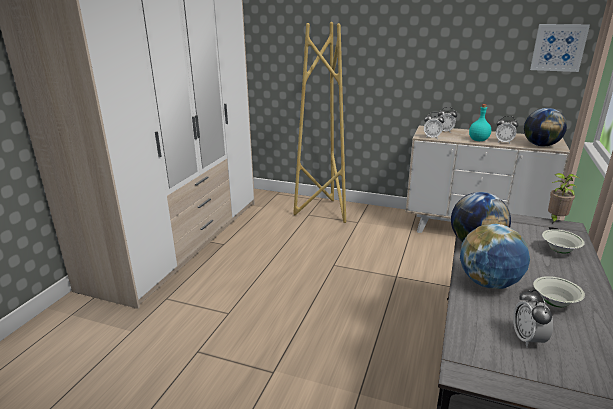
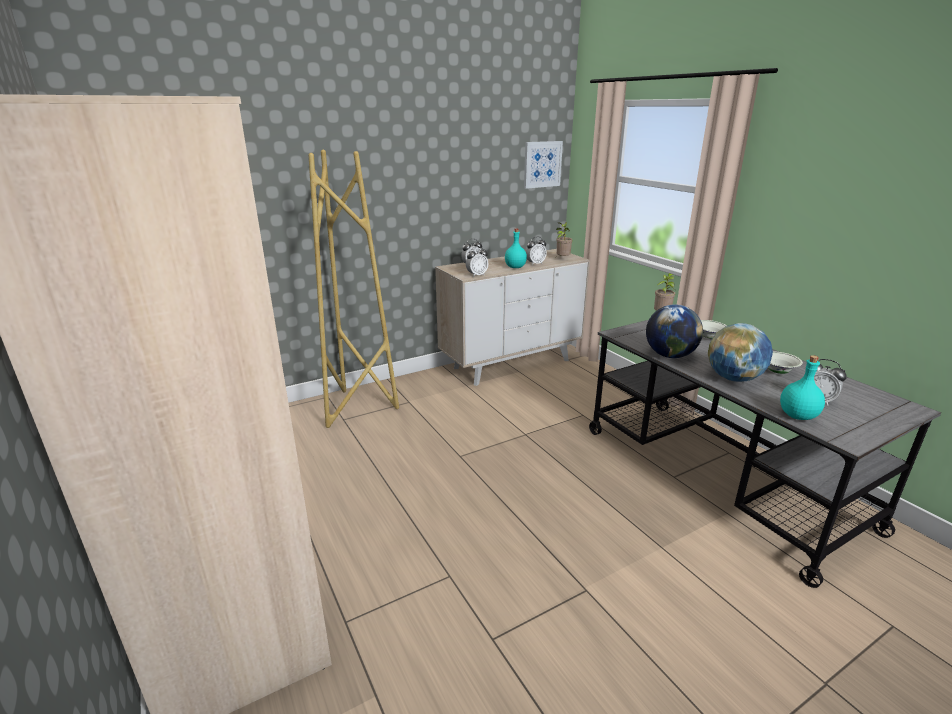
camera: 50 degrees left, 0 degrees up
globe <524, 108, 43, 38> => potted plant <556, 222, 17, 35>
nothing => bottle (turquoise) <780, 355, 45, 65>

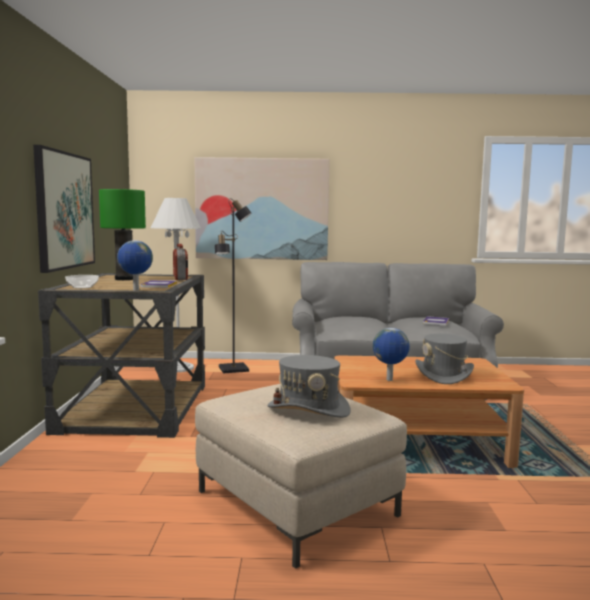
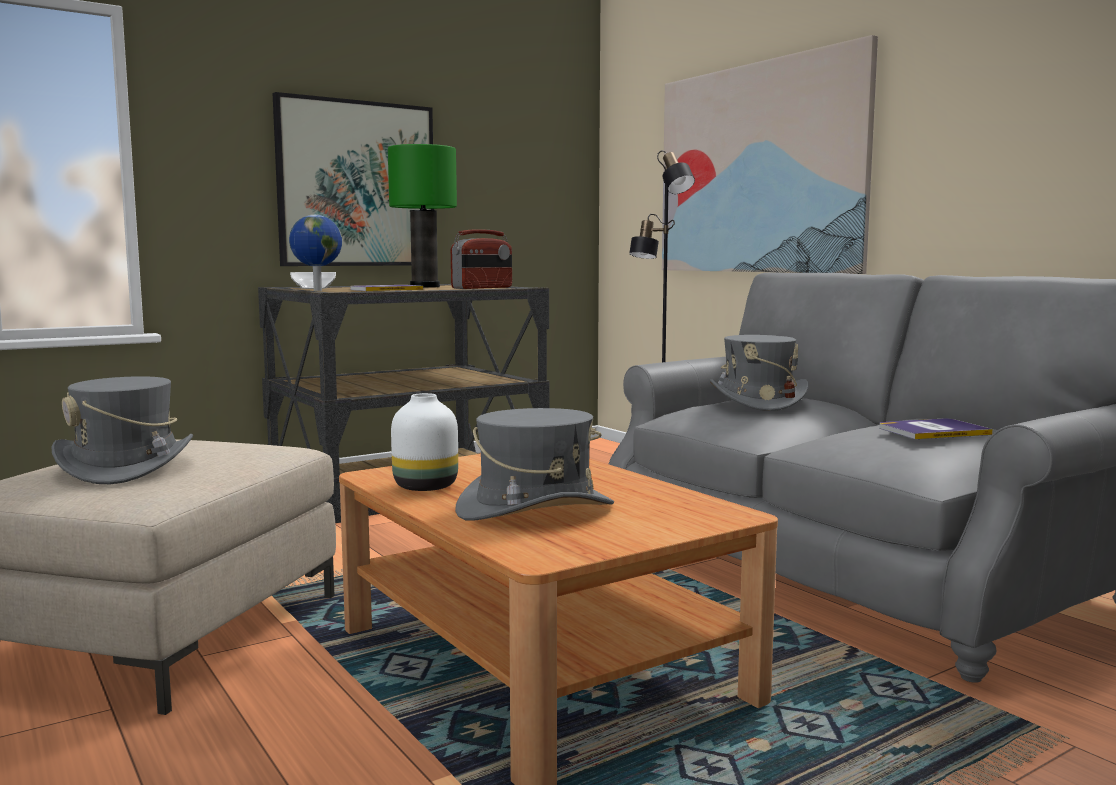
camera: 55 degrees right, 0 degrees up
floor lamp (white) <151, 198, 50, 174> => nothing
globe <373, 328, 37, 53> => vase (white) <391, 393, 67, 98>
nothing => hat (grey) <710, 335, 99, 76>

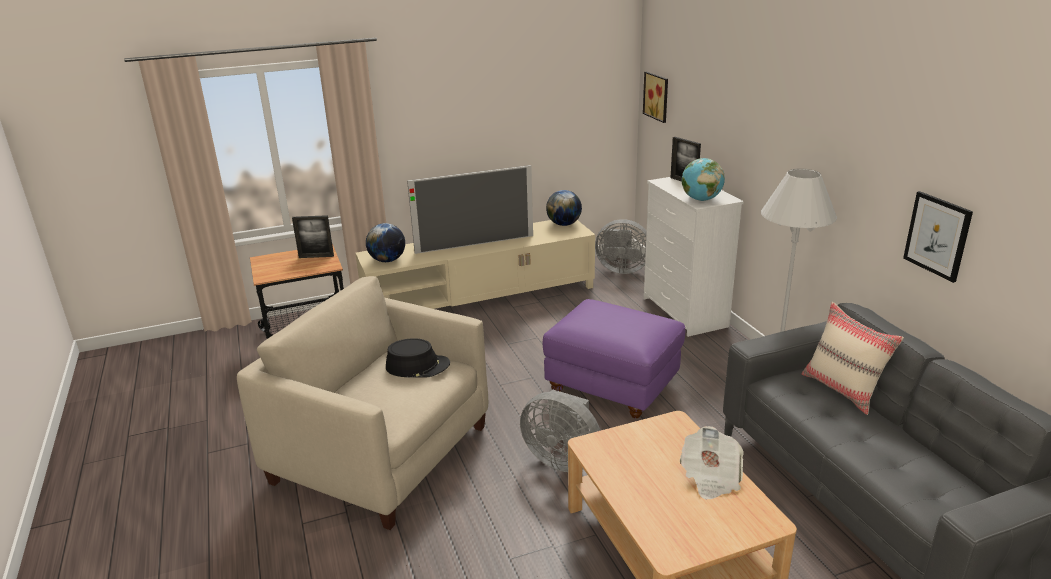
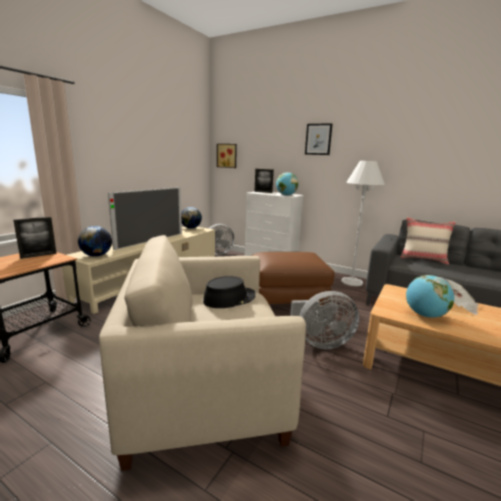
camera: 40 degrees left, 10 degrees down
ottoman (purple) <543, 299, 142, 119> => ottoman (brown) <252, 252, 82, 53>
picture <903, 191, 70, 92> => picture <305, 123, 28, 32>, move
nothing => globe <406, 275, 48, 43>

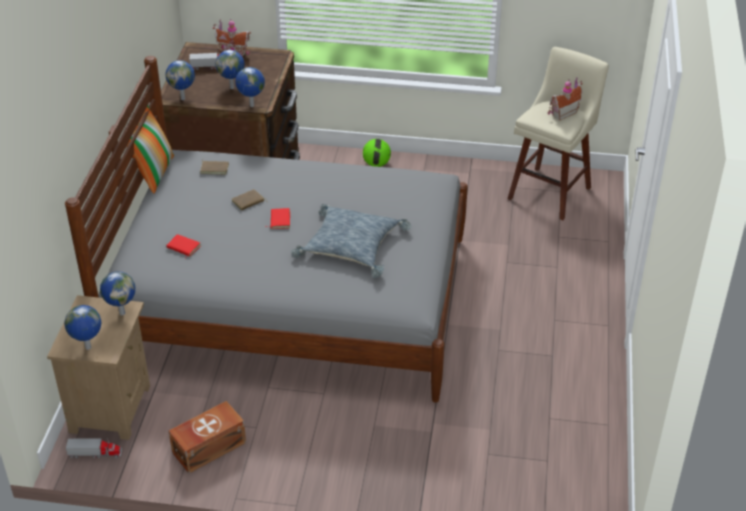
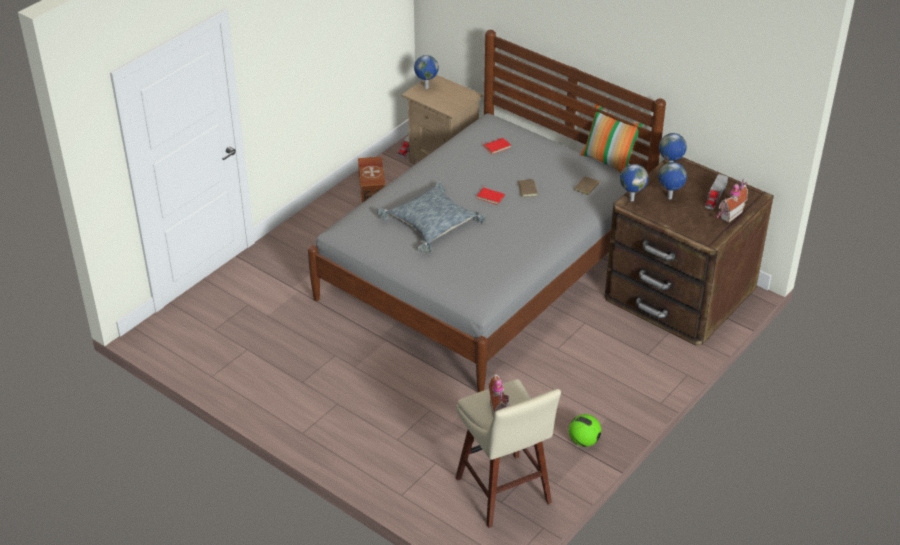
camera: 120 degrees right, 0 degrees up
globe <100, 271, 35, 44> => nothing
football <363, 139, 28, 28> => football <569, 414, 32, 33>, move

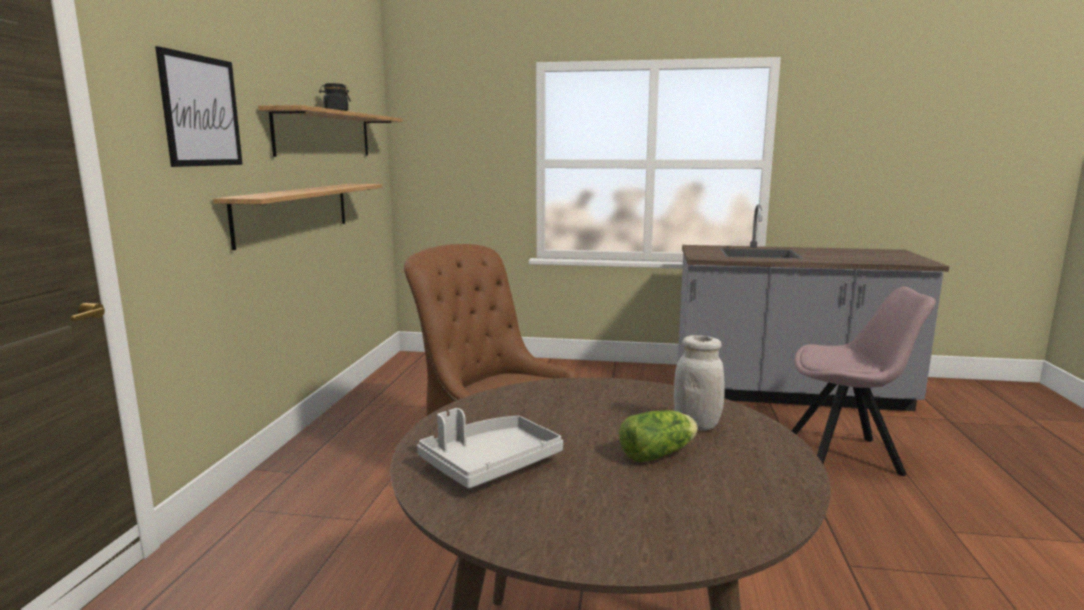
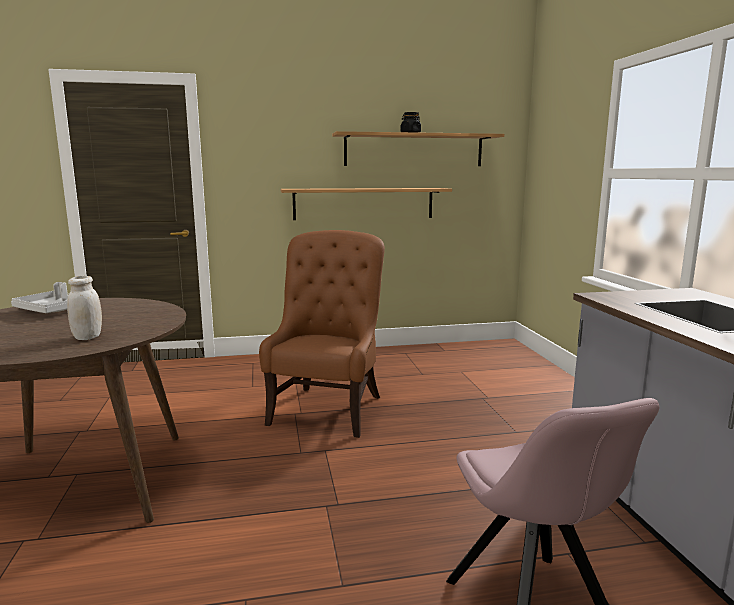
camera: 70 degrees right, 0 degrees up
picture <155, 46, 88, 121> => nothing
lettuce <619, 410, 79, 52> => nothing

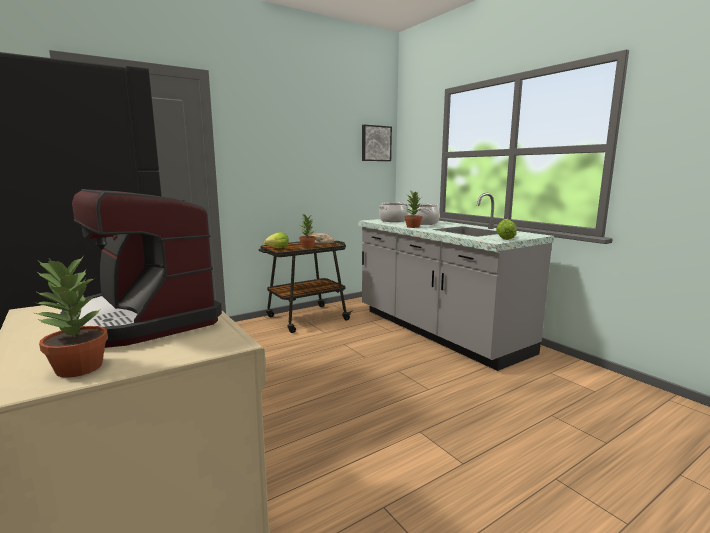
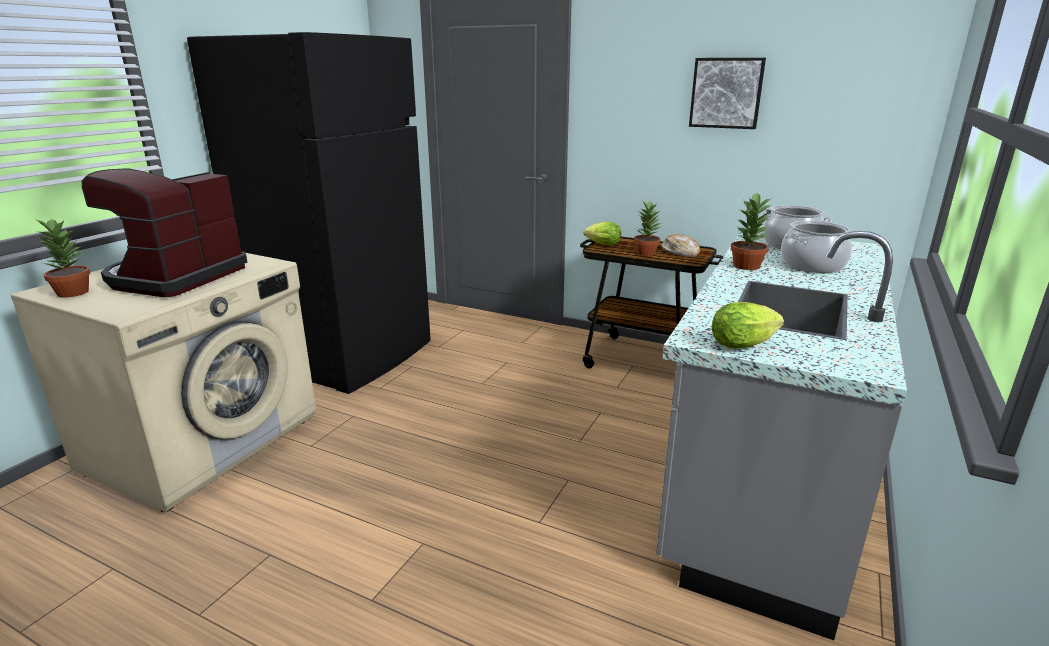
camera: 60 degrees right, 10 degrees up
picture <362, 125, 30, 36> => picture <689, 58, 77, 71>, move

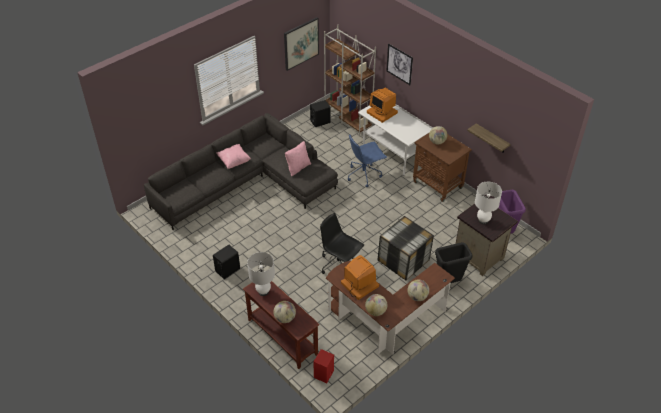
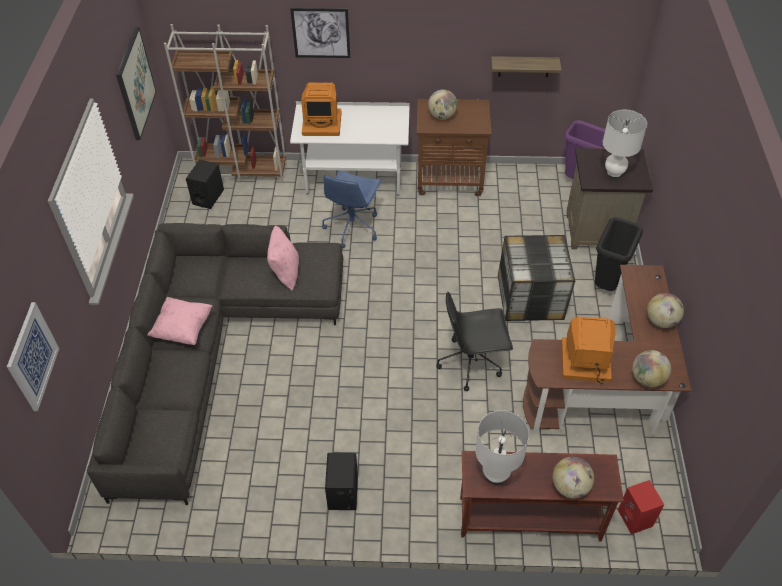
camera: 45 degrees left, 5 degrees up
nothing => picture <7, 302, 52, 109>

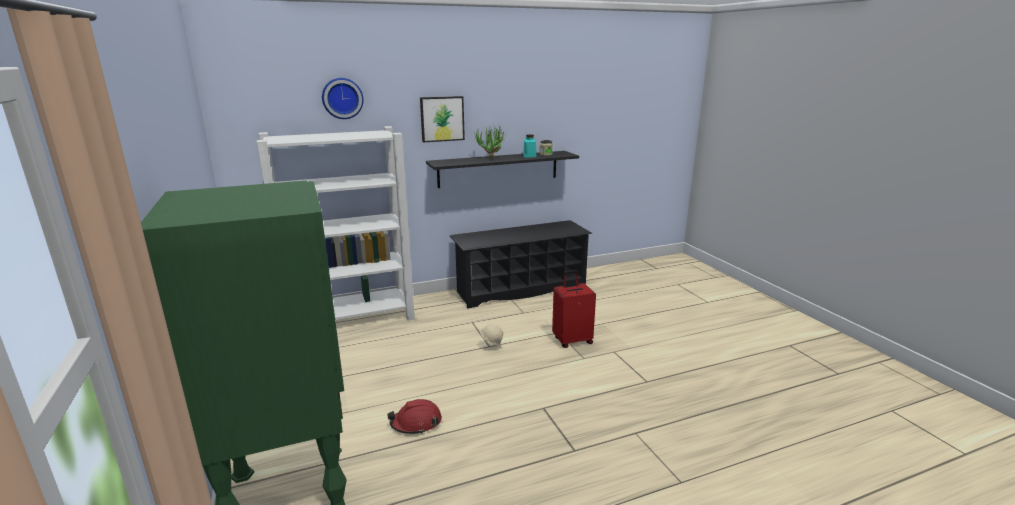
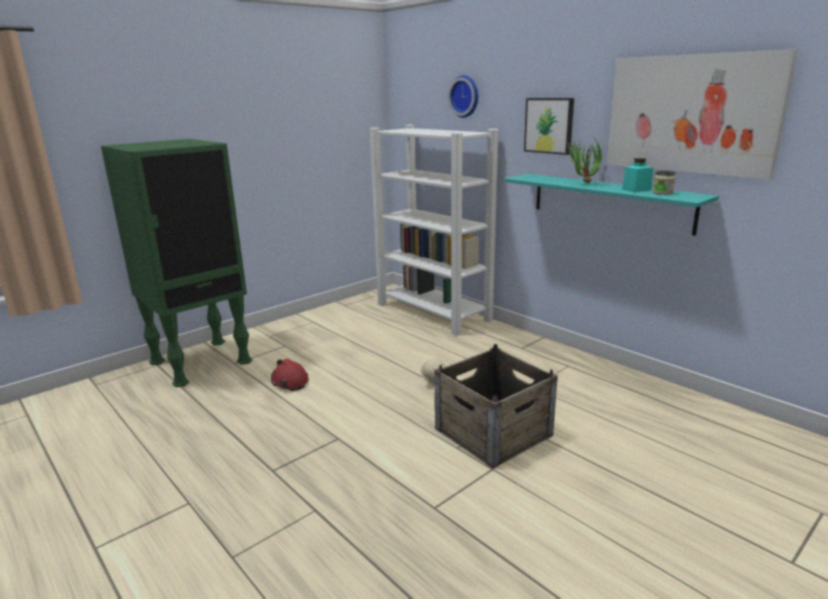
camera: 70 degrees right, 0 degrees up
shelf (black) <426, 151, 153, 37> => shelf (turquoise) <504, 174, 215, 62>
shoe rack (black) <450, 220, 142, 89> => nothing
suitcase (red) <552, 270, 44, 78> => crate <434, 344, 124, 125>
nothing => picture <607, 49, 191, 130>

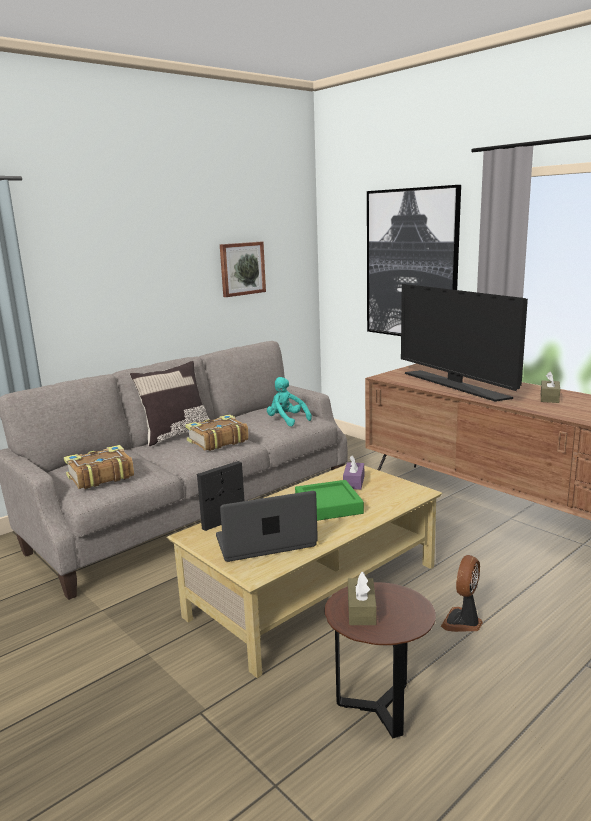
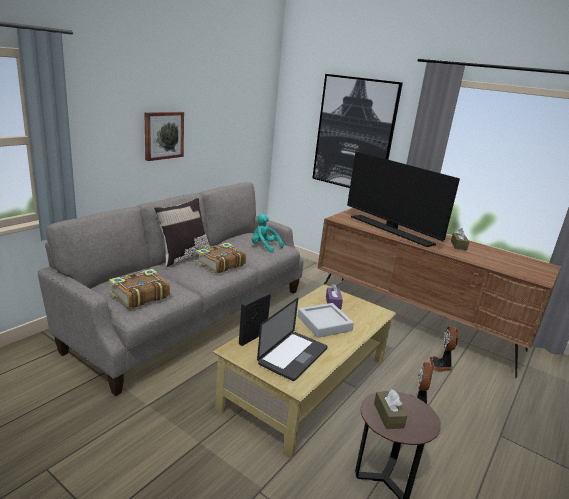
camera: 15 degrees left, 5 degrees up
laptop <216, 491, 102, 71> => laptop <257, 298, 71, 83>, 150 degrees clockwise
picture <220, 242, 46, 55> => picture <144, 112, 40, 49>, move
tray (green) <295, 480, 69, 41> => tray (grey) <298, 303, 56, 35>
nothing => fan <430, 326, 28, 46>

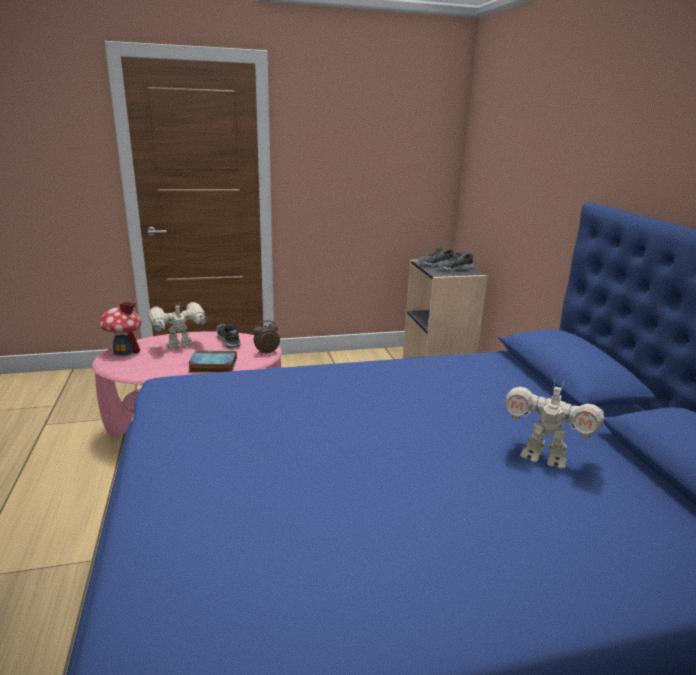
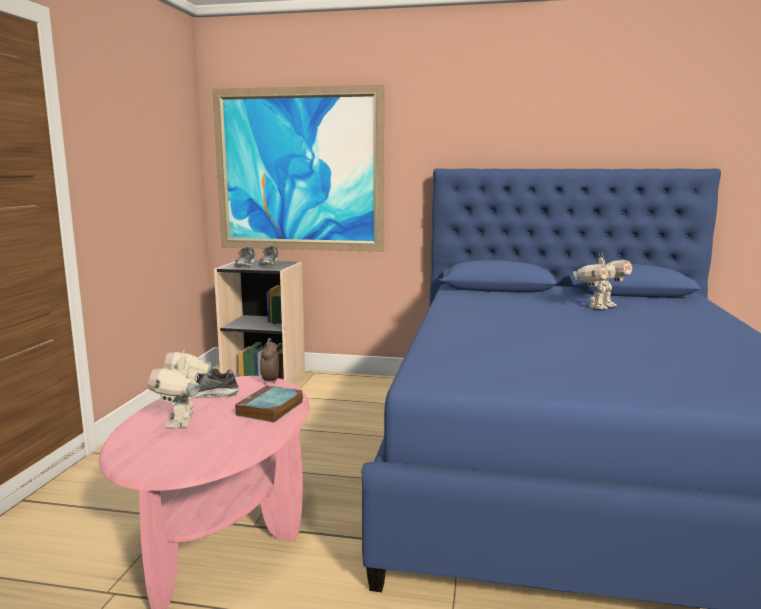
camera: 65 degrees left, 10 degrees down
toy house <99, 300, 43, 56> => nothing
nothing => picture <212, 85, 172, 167>

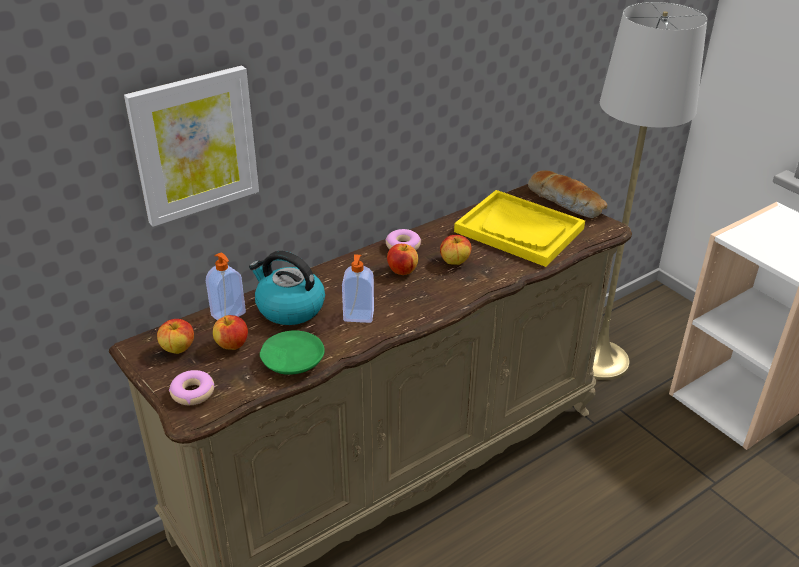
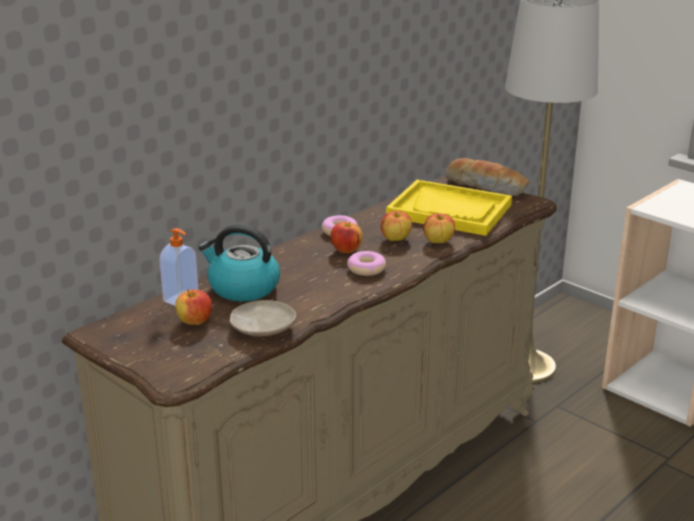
camera: 10 degrees left, 10 degrees down
picture <124, 66, 135, 161> => nothing
apple <157, 319, 37, 35> => apple <423, 213, 32, 31>, move
donut <169, 370, 46, 35> => donut <347, 251, 39, 25>, move
plate (green) <260, 330, 65, 45> => plate (beige) <230, 300, 66, 37>
soap dispenser <342, 254, 32, 69> => nothing

